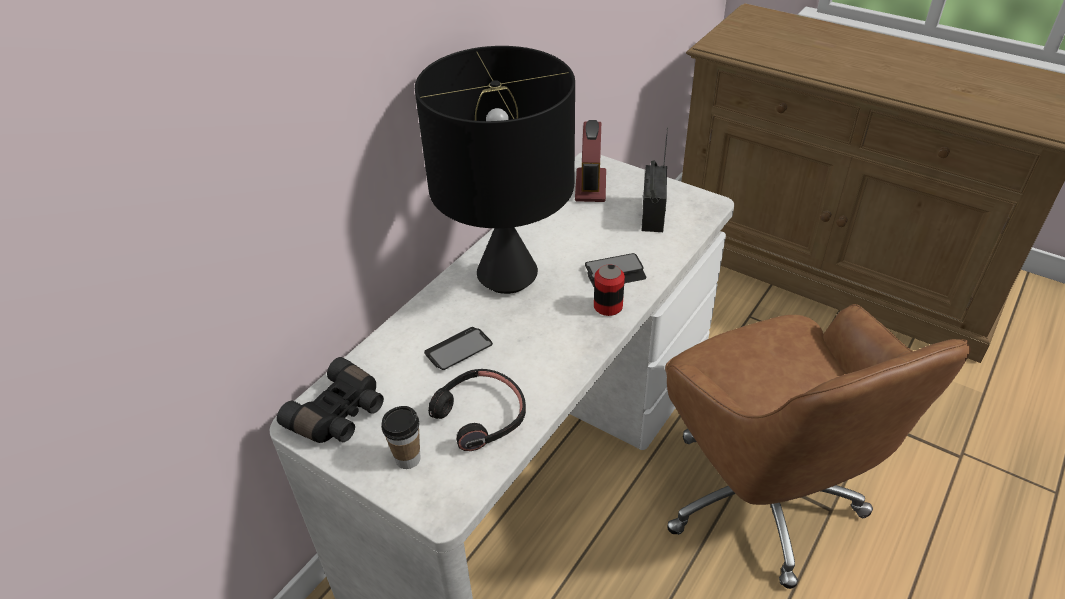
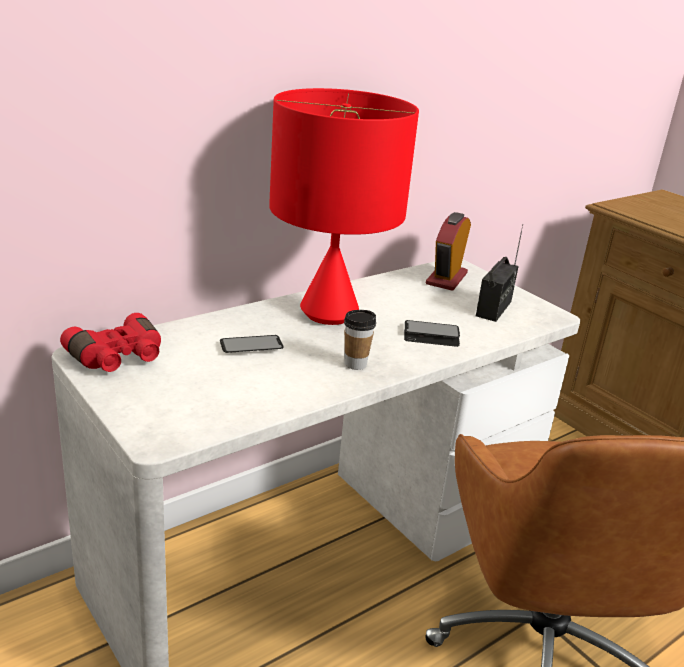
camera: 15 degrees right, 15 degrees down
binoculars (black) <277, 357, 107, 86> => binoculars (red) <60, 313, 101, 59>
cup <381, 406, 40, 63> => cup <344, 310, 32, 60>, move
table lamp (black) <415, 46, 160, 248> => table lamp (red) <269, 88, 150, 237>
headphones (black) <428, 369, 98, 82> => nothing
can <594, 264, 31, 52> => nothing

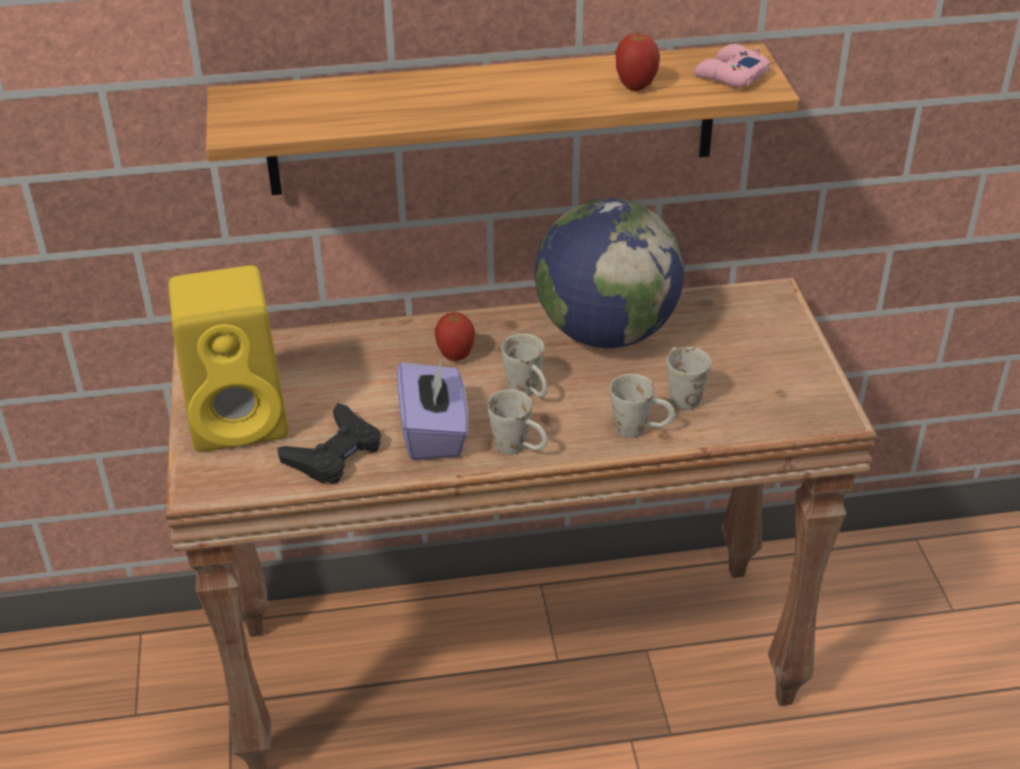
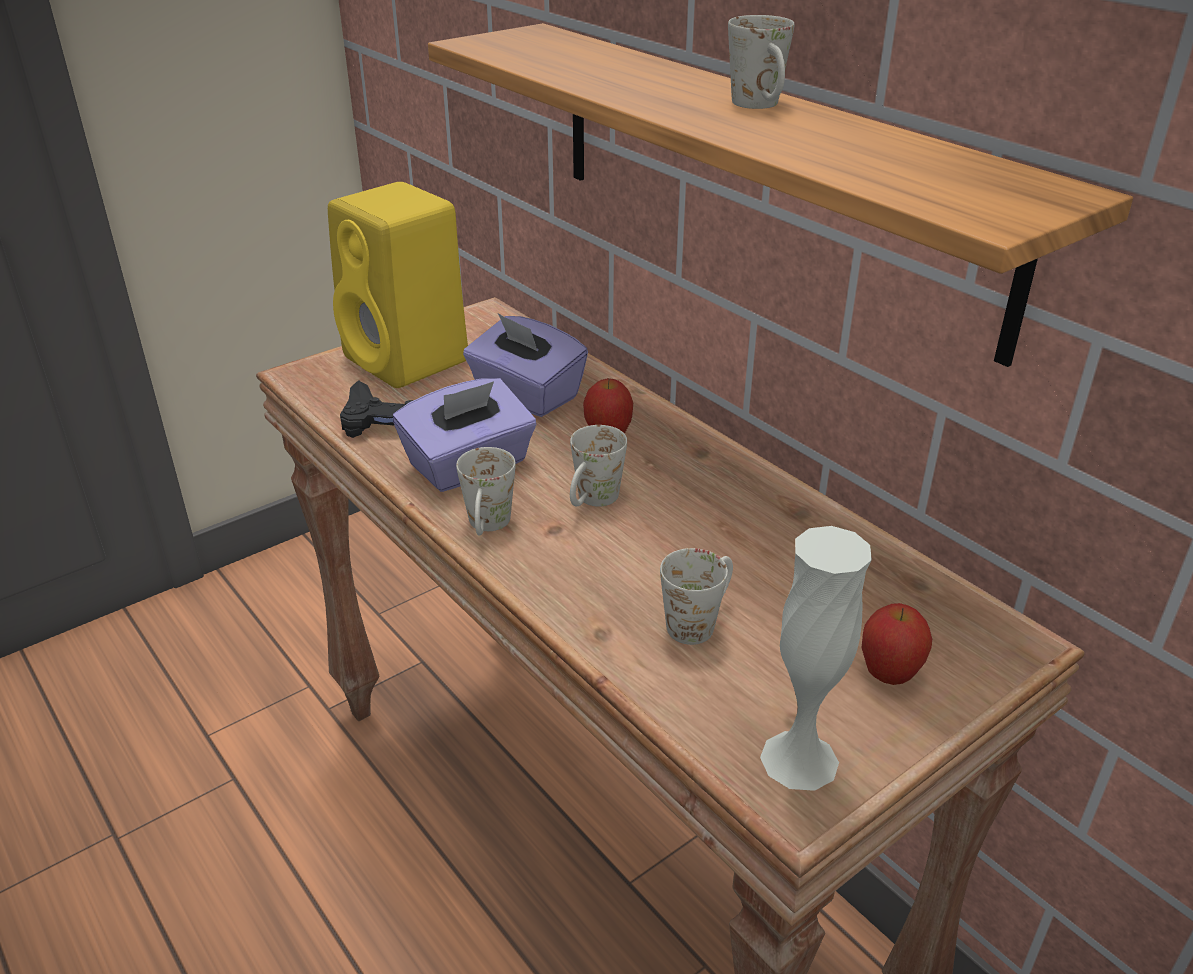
camera: 60 degrees right, 5 degrees down
globe <535, 198, 149, 150> => nothing
mug (white) <610, 374, 65, 64> => mug (white) <728, 15, 67, 94>, move
apple <615, 32, 45, 59> => apple <861, 603, 71, 82>, move
game controller (pink) <694, 44, 77, 43> => nothing
nothing => tissue box (purple) <463, 313, 125, 104>
nothing => vase (white) <760, 526, 112, 265>

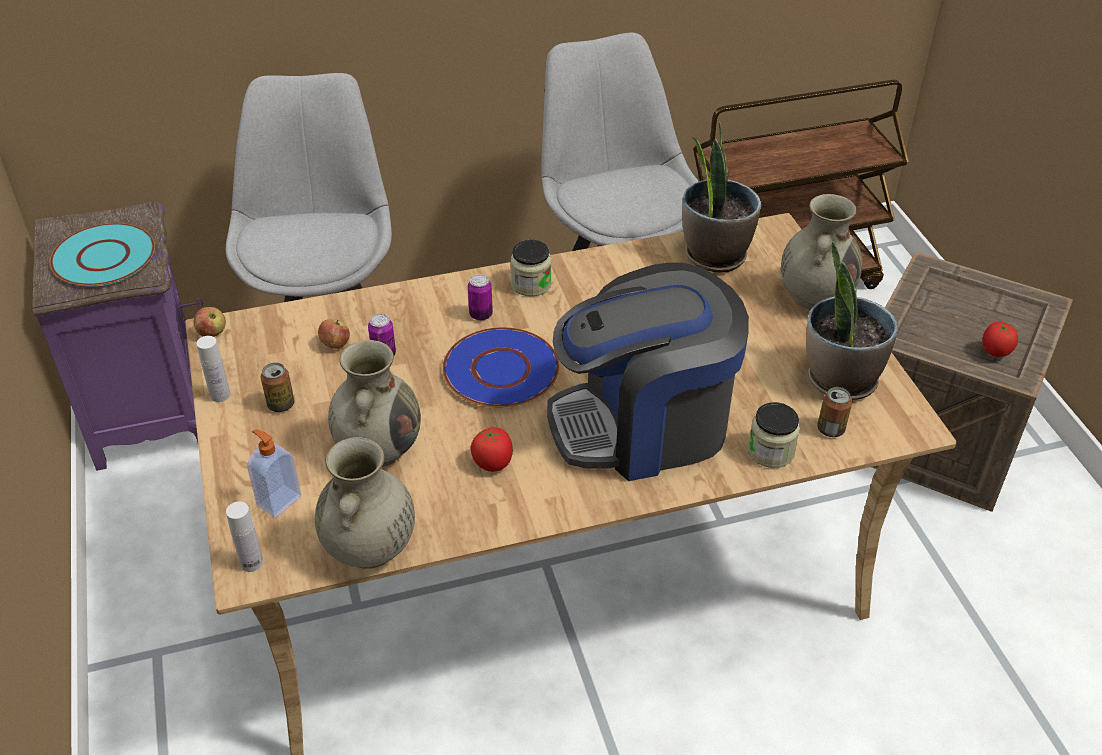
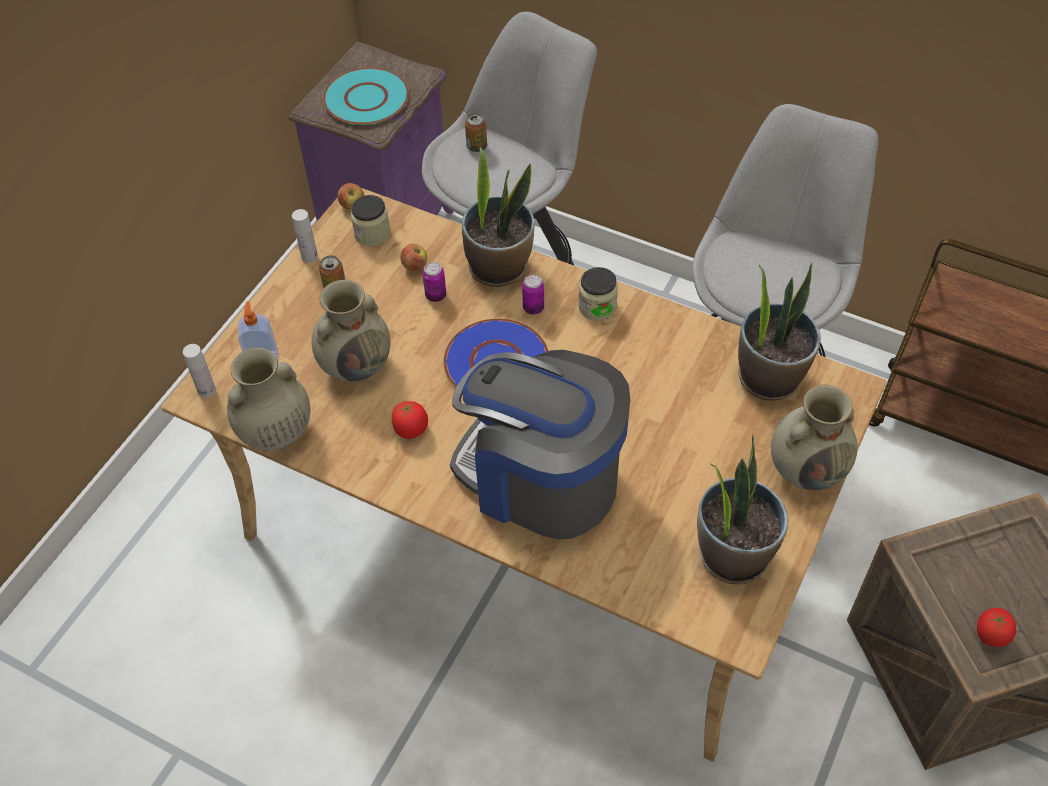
camera: 45 degrees right, 10 degrees up
jar <748, 402, 52, 66> => jar <351, 195, 40, 52>, move
can <817, 387, 35, 50> => can <465, 113, 22, 39>, move
nothing => potted plant <462, 147, 73, 140>

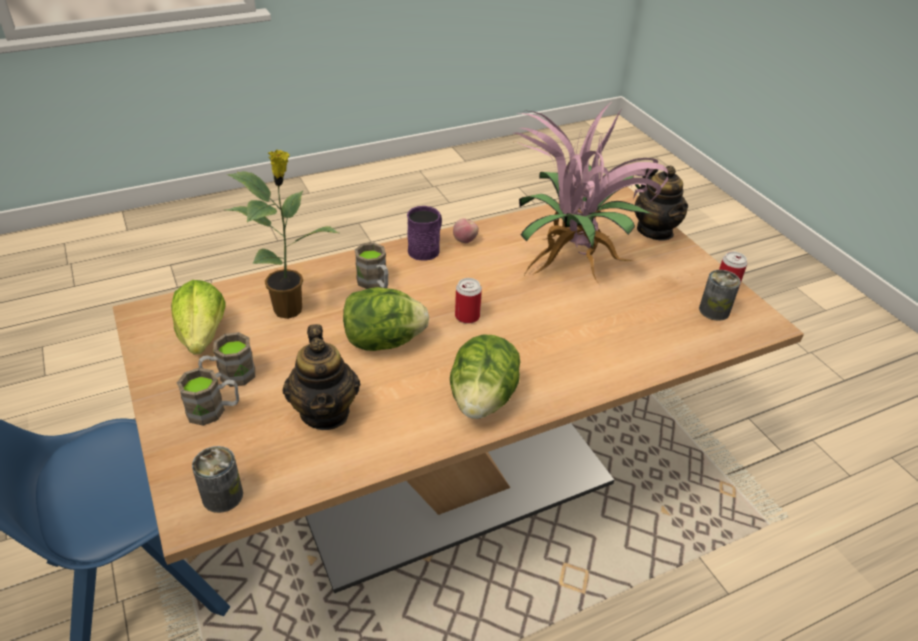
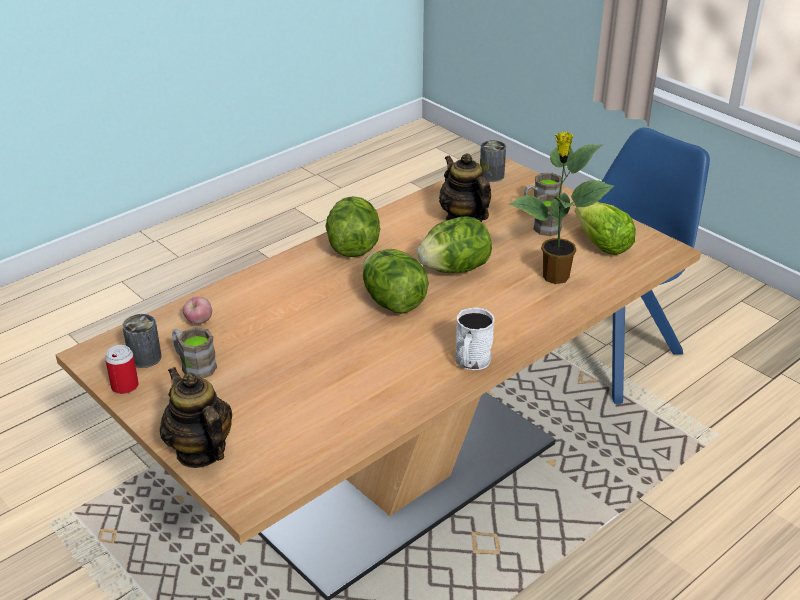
camera: 165 degrees right, 5 degrees down
mug (brown) <355, 243, 33, 46> => mug (brown) <172, 327, 45, 51>, move
mug (purple) <407, 206, 35, 54> => mug (white) <455, 308, 40, 62>
apple <453, 218, 26, 25> => apple <183, 297, 29, 27>, move
can <455, 278, 27, 46> => lettuce <362, 249, 67, 65>
potted plant <512, 103, 156, 181> => nothing

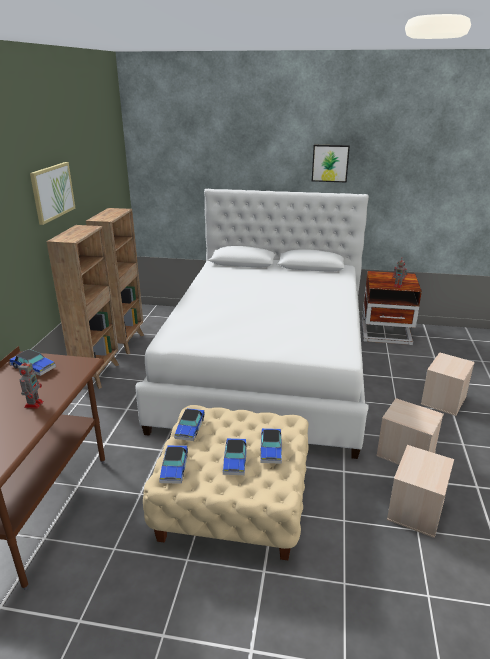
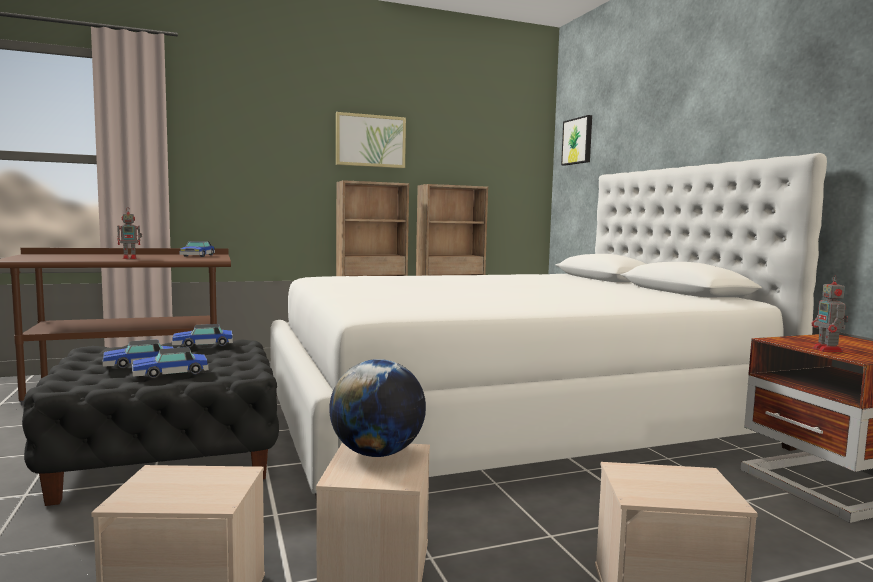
camera: 60 degrees right, 20 degrees down
ottoman (beige) <143, 405, 166, 155> => ottoman (black) <22, 340, 257, 166>
toy car <159, 445, 29, 39> => nothing
picture <312, 145, 38, 38> => picture <561, 115, 31, 50>, move
nothing => globe <329, 359, 97, 98>

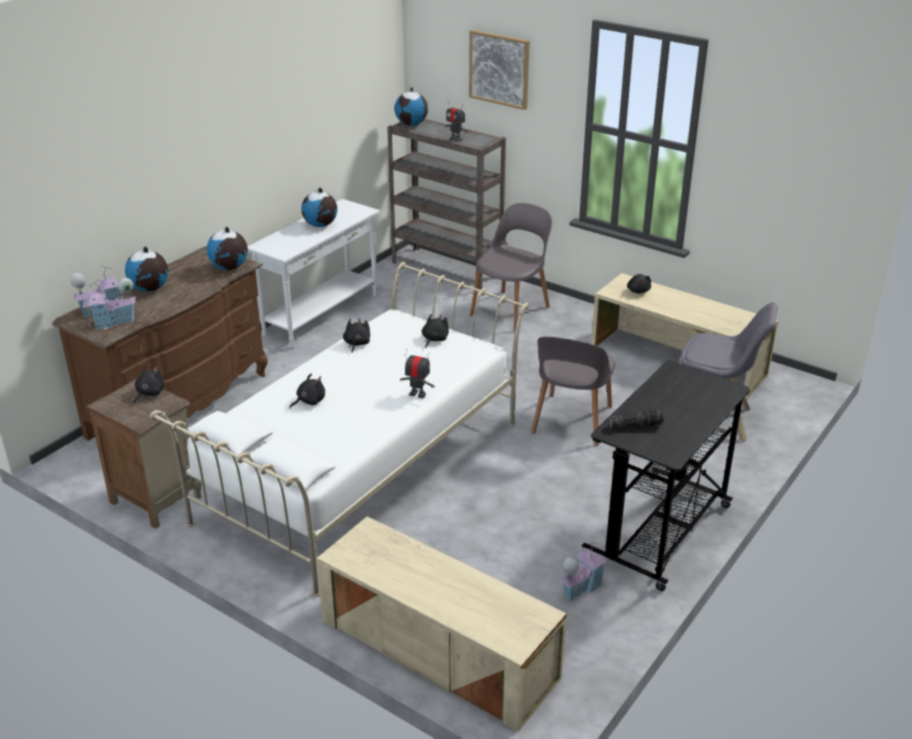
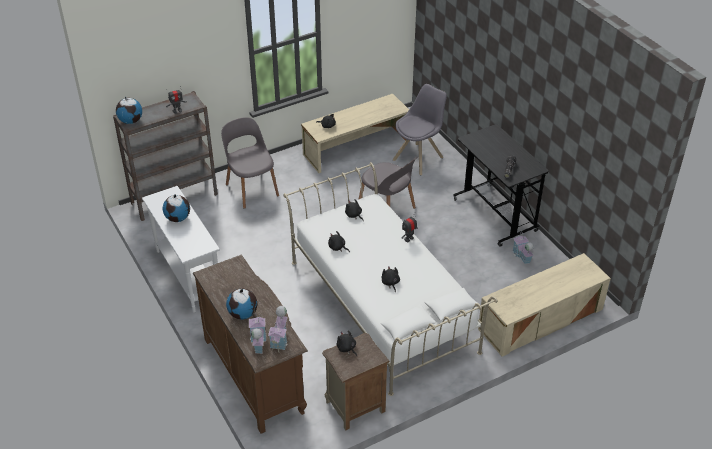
camera: 65 degrees left, 10 degrees up
globe <207, 226, 41, 44> => nothing
picture <469, 30, 61, 80> => nothing

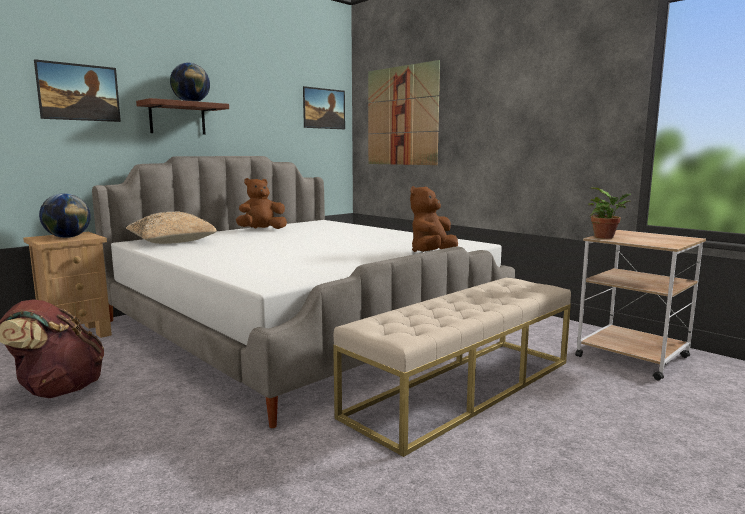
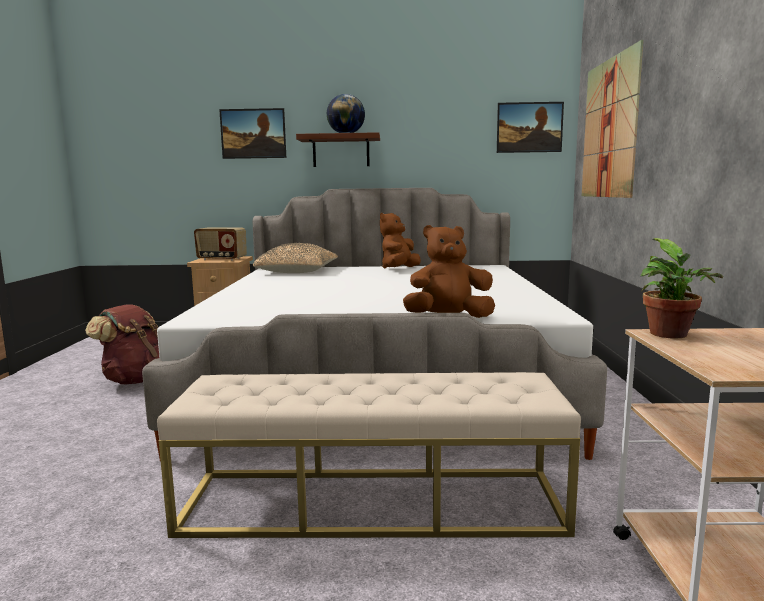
camera: 45 degrees right, 0 degrees up
globe <39, 193, 52, 45> => radio <194, 227, 53, 34>
plush toy (brown) <236, 178, 51, 51> => plush toy (brown) <380, 213, 41, 56>, 75 degrees counterclockwise

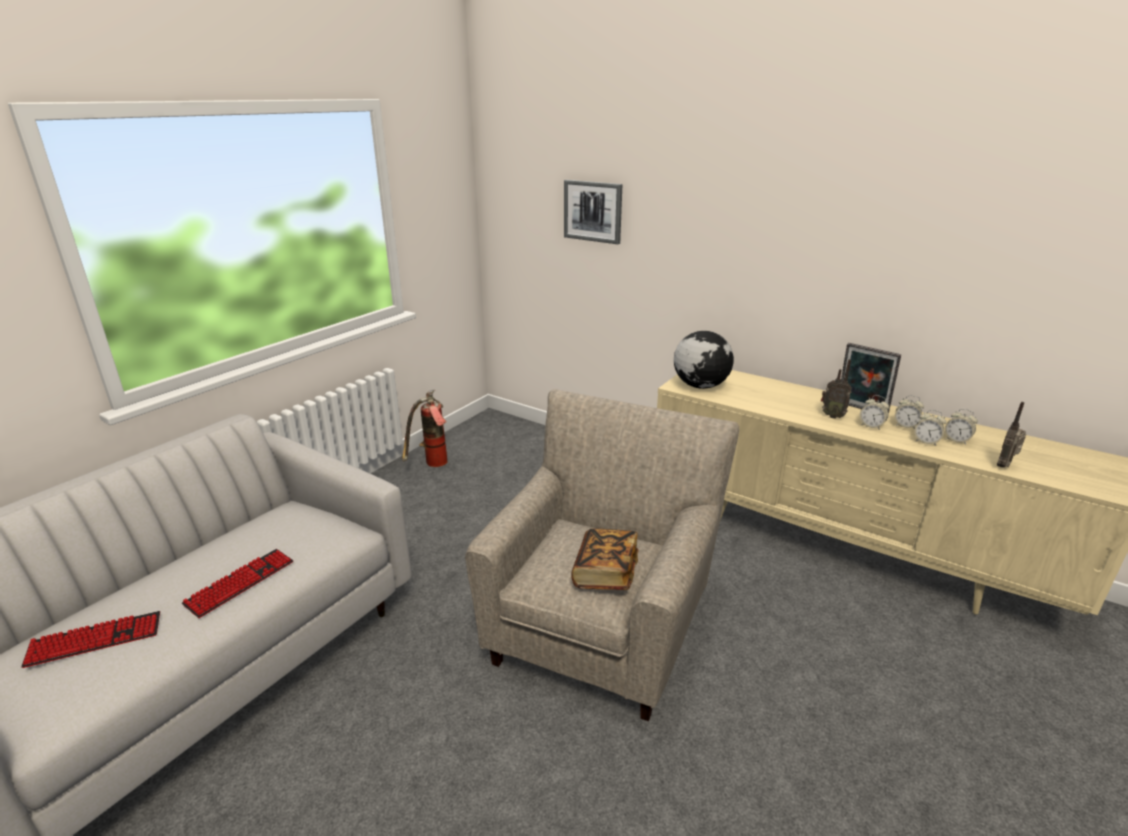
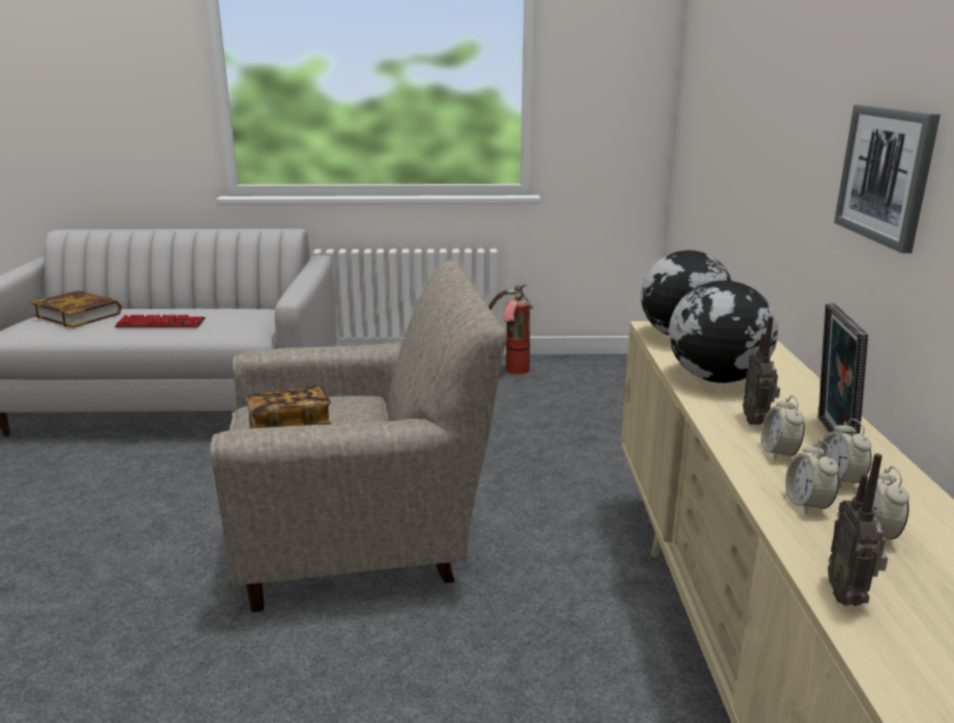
camera: 55 degrees right, 5 degrees down
keyboard <21, 611, 139, 57> => book <30, 290, 92, 38>
picture <564, 180, 58, 64> => picture <834, 105, 106, 148>, move
radio <997, 402, 29, 66> => radio <828, 453, 60, 153>, 90 degrees counterclockwise
nothing => globe <669, 280, 109, 103>

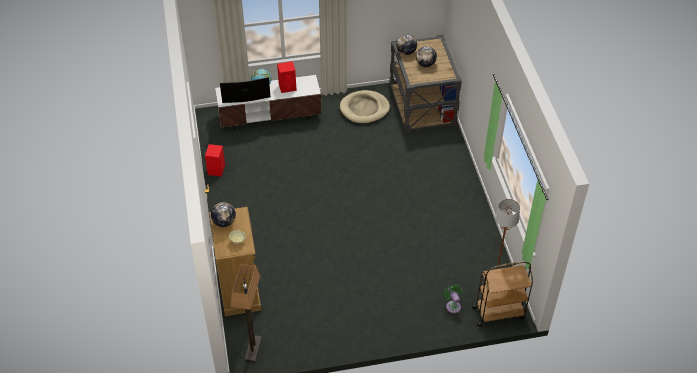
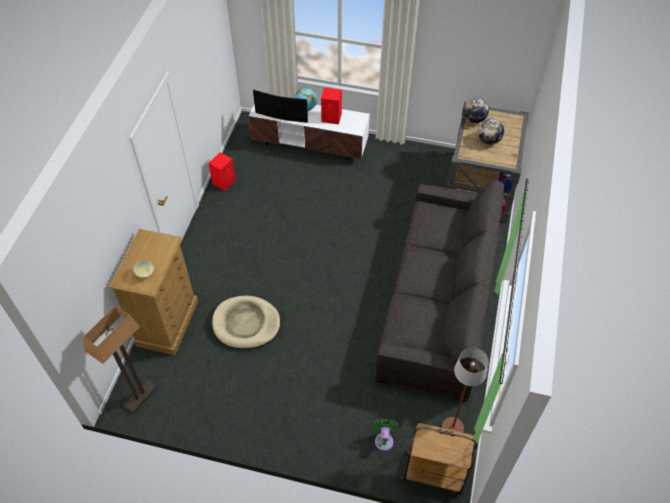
camera: 25 degrees right, 5 degrees up
globe <211, 202, 25, 25> => nothing
dog bed (beige) <340, 90, 50, 34> => dog bed (beige) <212, 296, 68, 53>, move
nothing => sofa (grey) <376, 179, 129, 222>

